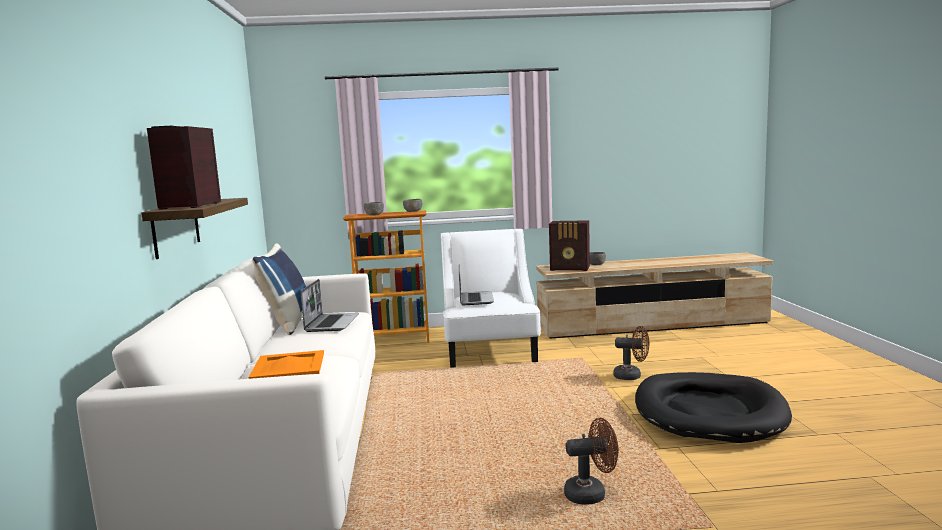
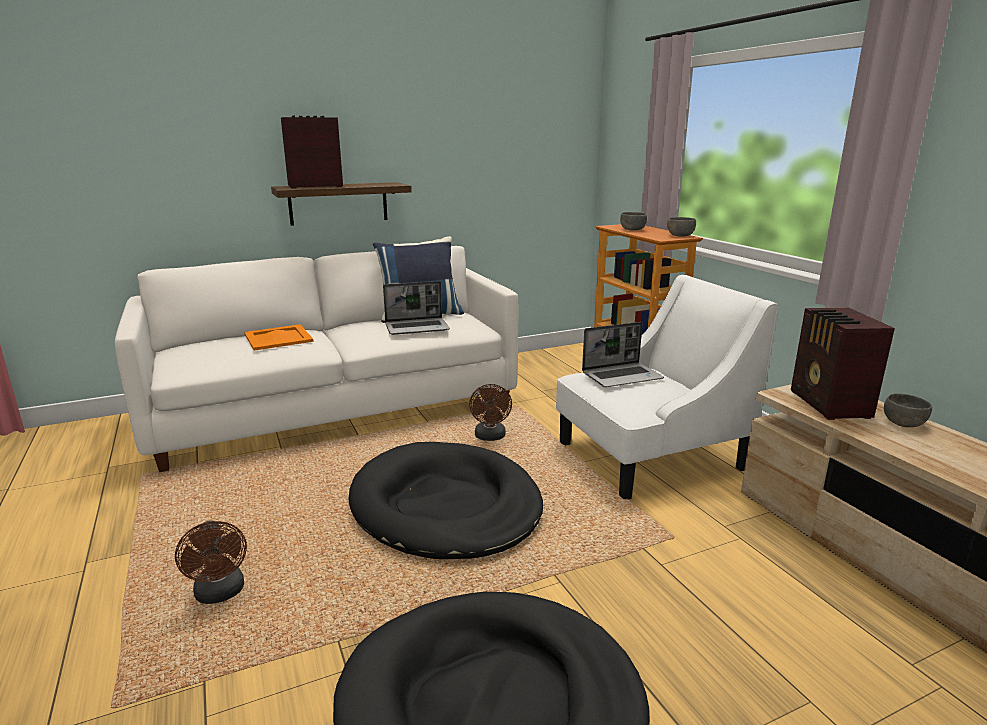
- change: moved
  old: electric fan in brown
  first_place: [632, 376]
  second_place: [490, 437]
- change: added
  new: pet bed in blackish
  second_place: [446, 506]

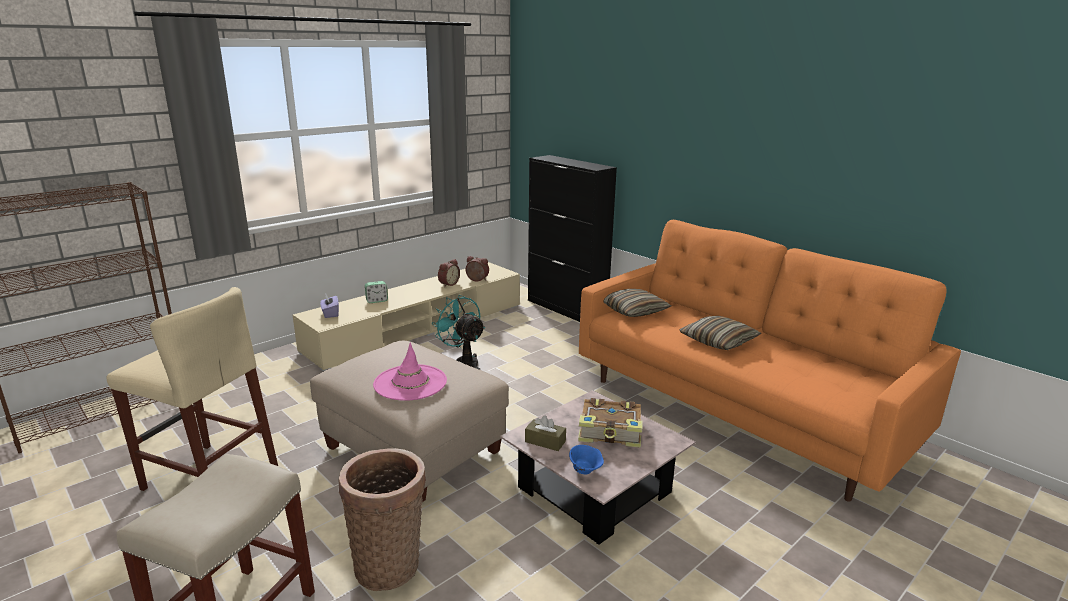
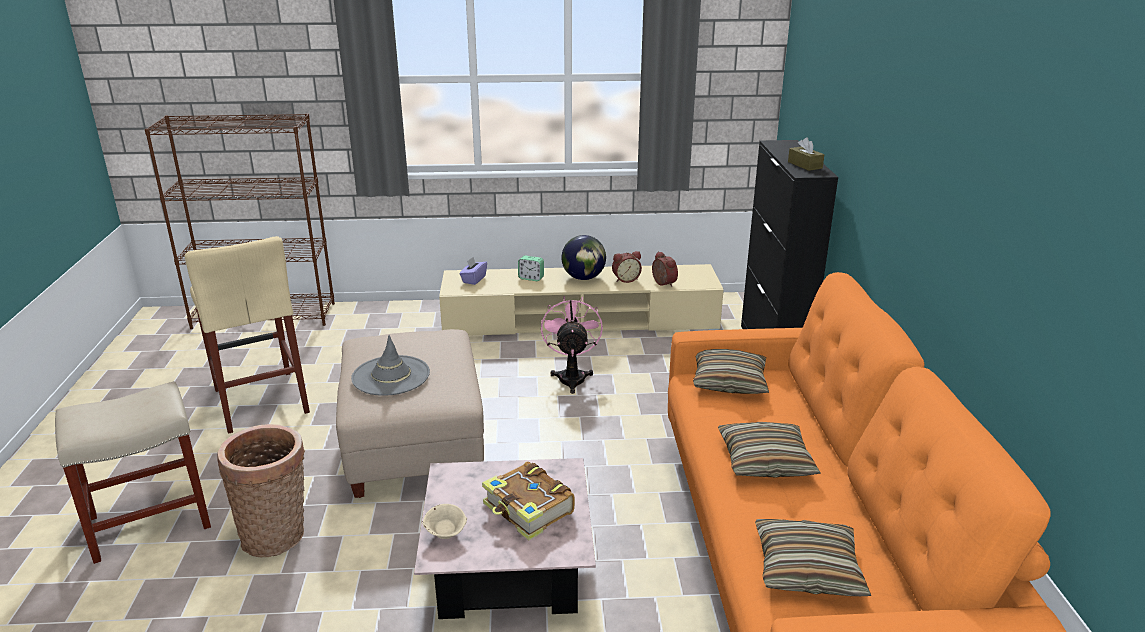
- change: recoloured
  old: clothing hat in pinkish
  new: clothing hat in gray
  first_place: [410, 383]
  second_place: [391, 376]
- change: recoloured
  old: electric fan in turquoise
  new: electric fan in pinkish
  first_place: [463, 362]
  second_place: [571, 376]
- change: moved
  old: tissue box in brown
  first_place: [545, 441]
  second_place: [805, 165]
- change: recoloured
  old: deep dish in bluish
  new: deep dish in sand-coloured
  first_place: [585, 470]
  second_place: [446, 534]
- change: added
  new: desk globe
  second_place: [583, 278]
- change: added
  new: cushion
  second_place: [807, 569]

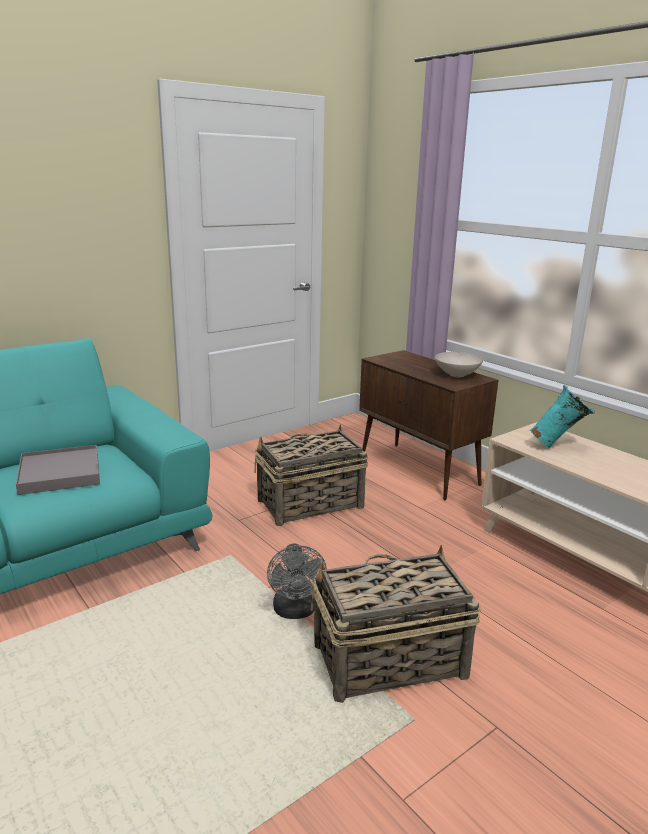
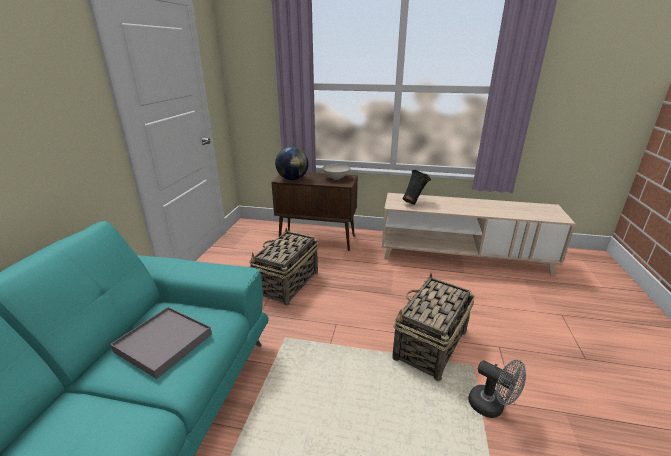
- change: moved
  old: electric fan in gray
  first_place: [295, 611]
  second_place: [491, 407]
- change: recoloured
  old: vase in turquoise
  new: vase in blackish
  first_place: [558, 446]
  second_place: [414, 202]
- change: added
  new: desk globe
  second_place: [293, 179]

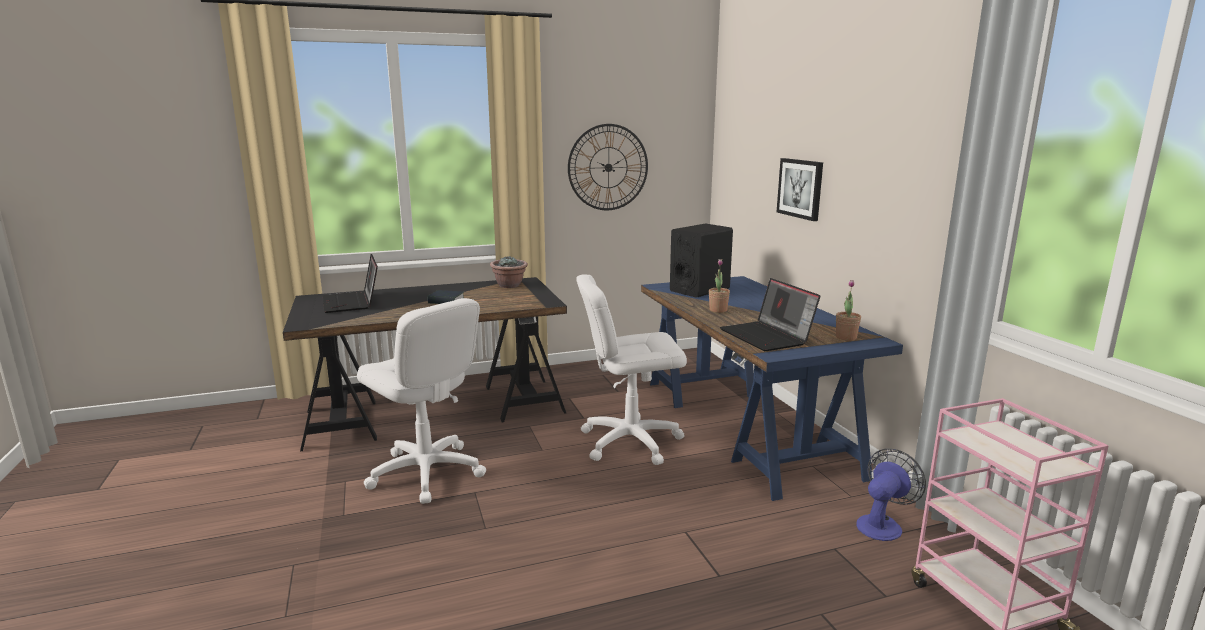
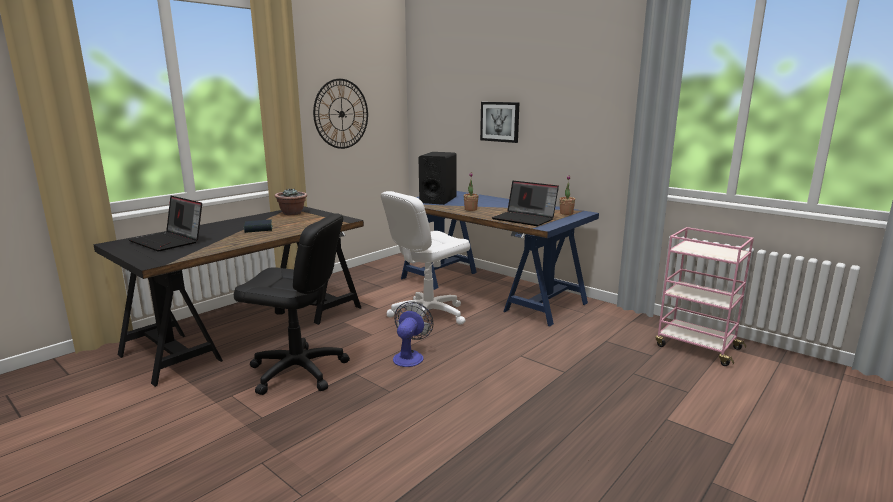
- change: recoloured
  old: desk chair in white-coloured
  new: desk chair in blackish
  first_place: [426, 473]
  second_place: [298, 371]
- change: moved
  old: electric fan
  first_place: [882, 524]
  second_place: [410, 356]

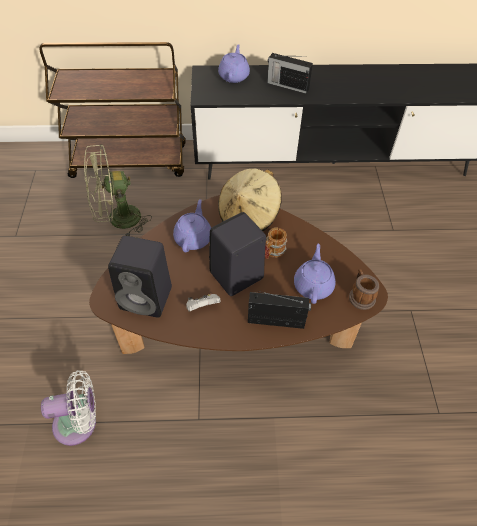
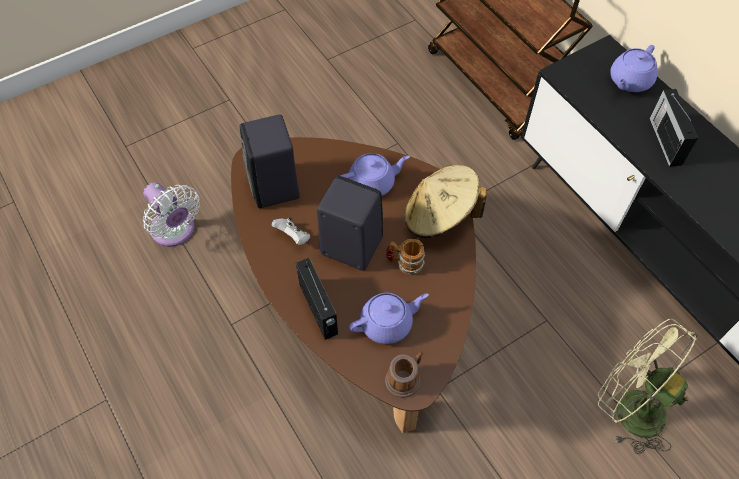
- change: moved
  old: electric fan in green-coloured
  first_place: [117, 220]
  second_place: [628, 408]
- change: turned
  old: pot for tea in purplish
  first_place: [234, 76]
  second_place: [629, 81]
  degrees: 150

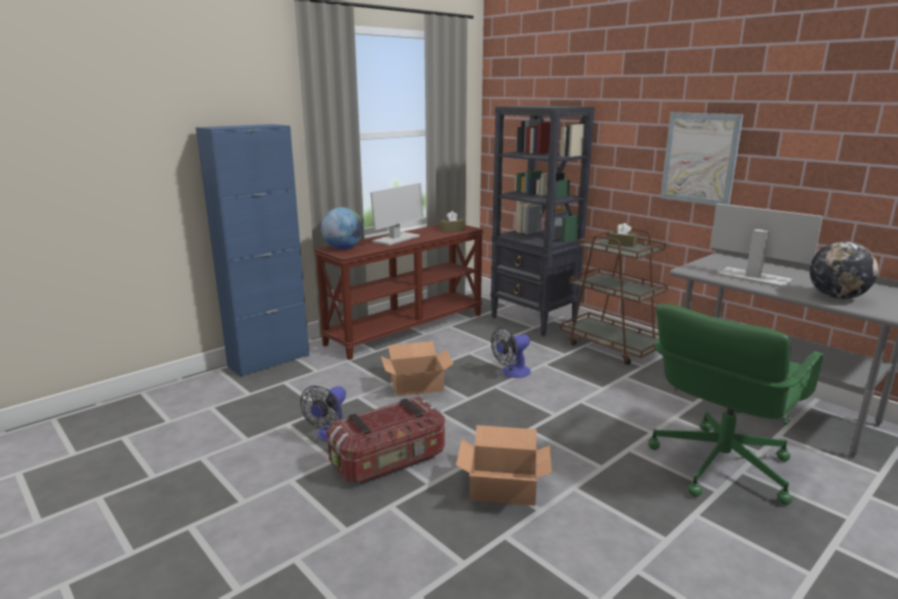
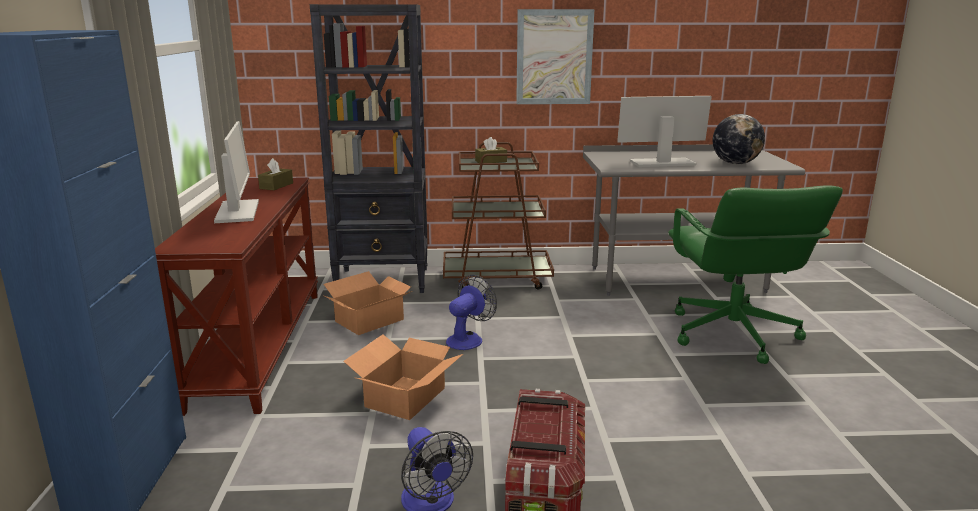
- change: removed
  old: desk globe
  first_place: [343, 248]
- change: moved
  old: carton
  first_place: [504, 488]
  second_place: [370, 320]
- change: turned
  old: electric fan
  first_place: [511, 373]
  second_place: [468, 339]
  degrees: -150

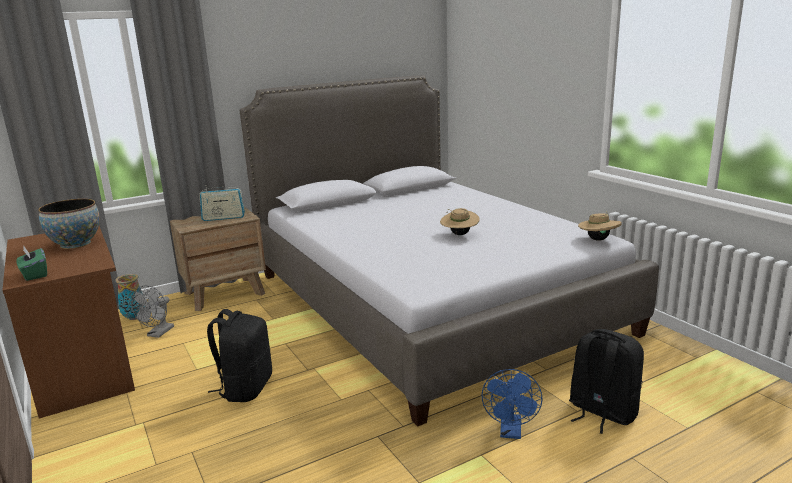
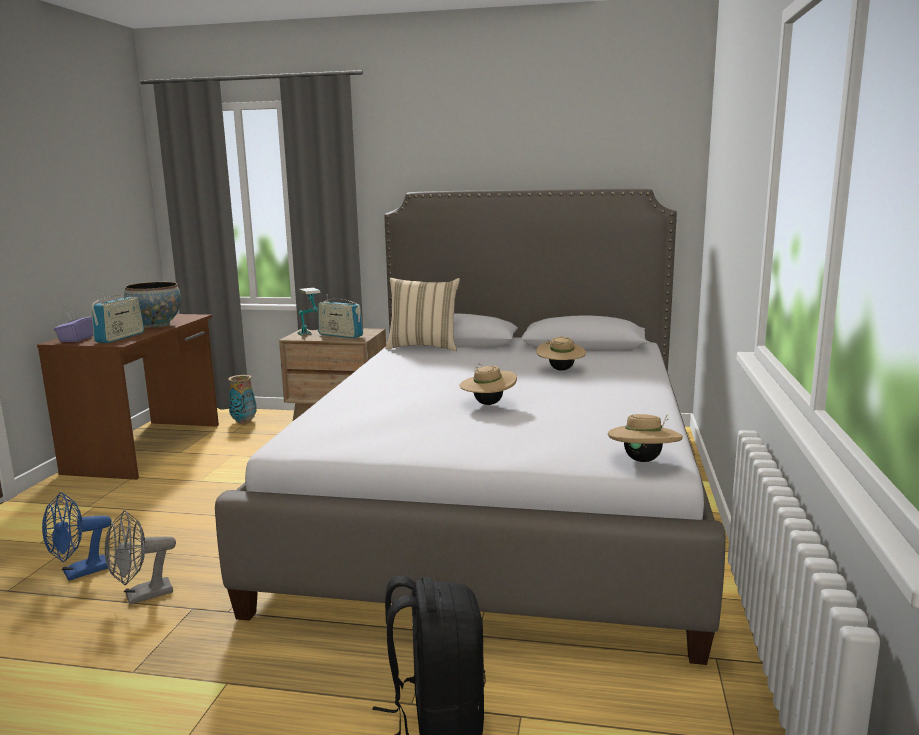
- change: recoloured
  old: tissue box in green-coloured
  new: tissue box in purplish
  first_place: [34, 274]
  second_place: [77, 339]
- change: moved
  old: electric fan in gray
  first_place: [158, 333]
  second_place: [141, 596]
- change: removed
  old: rucksack in blackish
  first_place: [245, 388]
- change: moved
  old: electric fan in bluish
  first_place: [511, 432]
  second_place: [79, 573]
- change: added
  new: radio
  second_place: [120, 337]
- change: added
  new: tabletop lamp
  second_place: [310, 337]
- change: added
  new: cushion in sand-coloured
  second_place: [423, 347]
- change: added
  new: clothing hat in sand-coloured
  second_place: [560, 370]

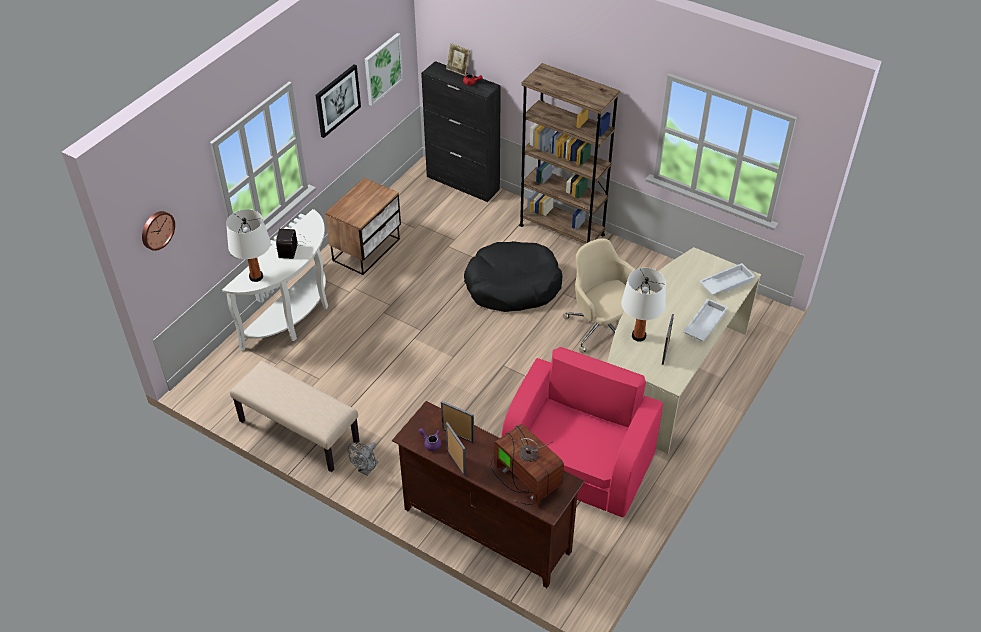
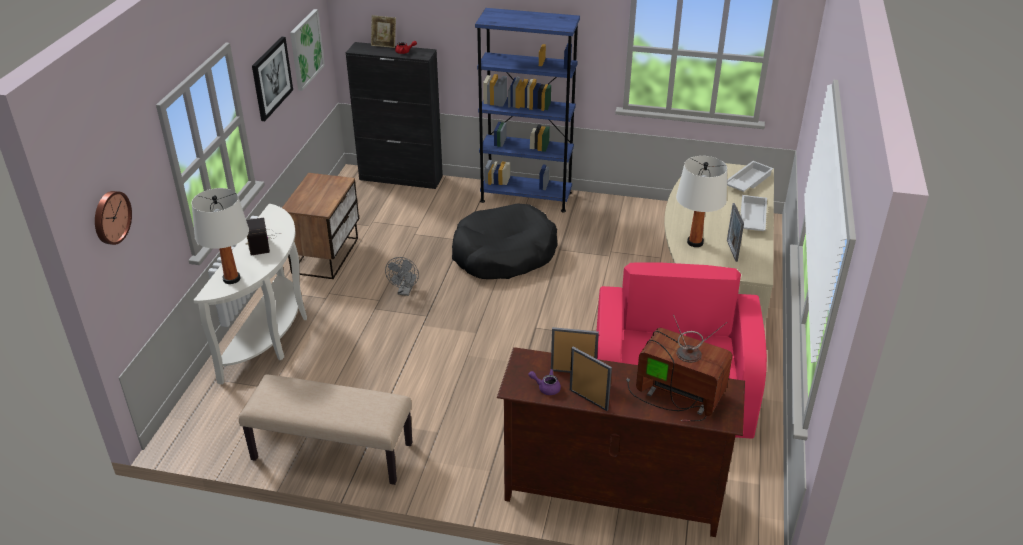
- change: moved
  old: electric fan in gray
  first_place: [366, 469]
  second_place: [405, 291]
- change: recoloured
  old: bookshelf in brown
  new: bookshelf in bluish
  first_place: [561, 230]
  second_place: [526, 197]
- change: removed
  old: desk chair in sand-coloured
  first_place: [602, 328]

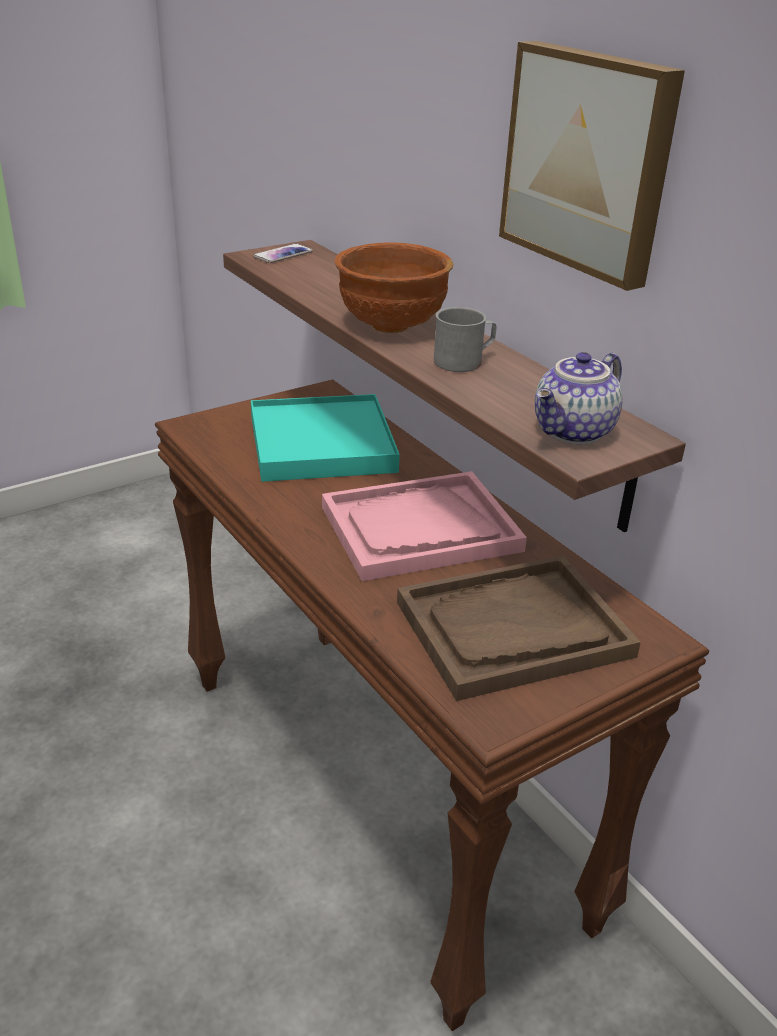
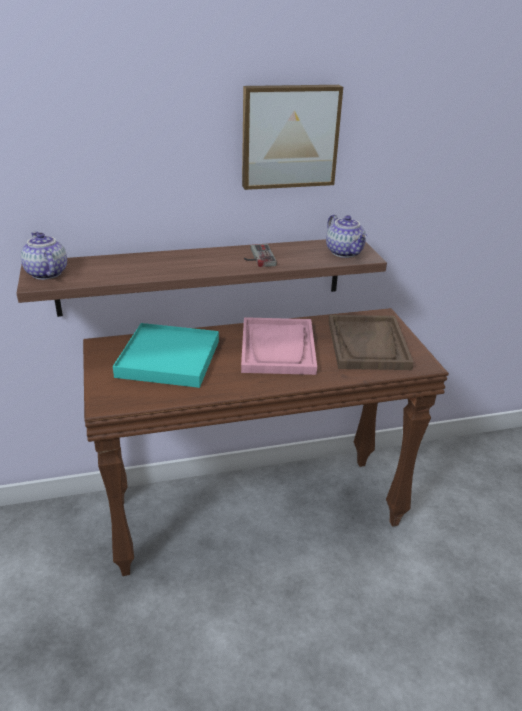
- change: replaced
  old: phone
  new: pot for tea
  first_place: [283, 254]
  second_place: [45, 273]
- change: removed
  old: deep dish in brown
  first_place: [390, 326]
- change: replaced
  old: coffee mug in gray
  new: joypad
  first_place: [464, 361]
  second_place: [257, 257]

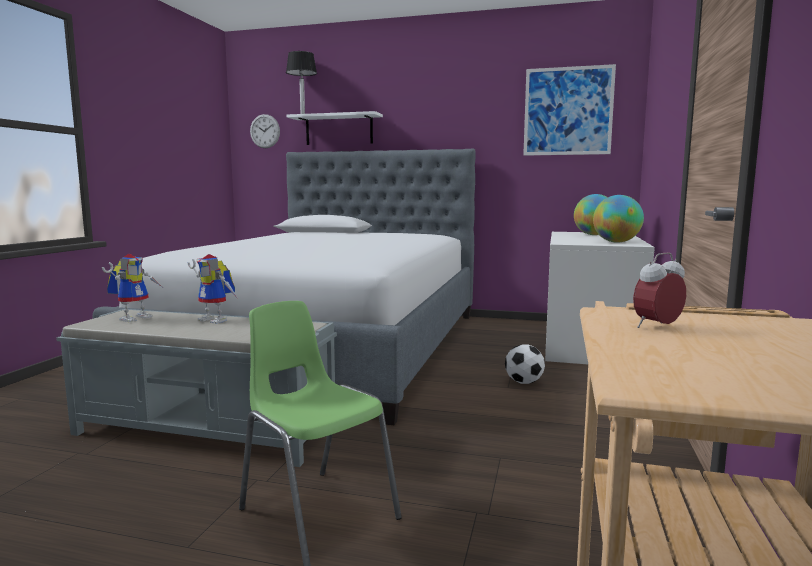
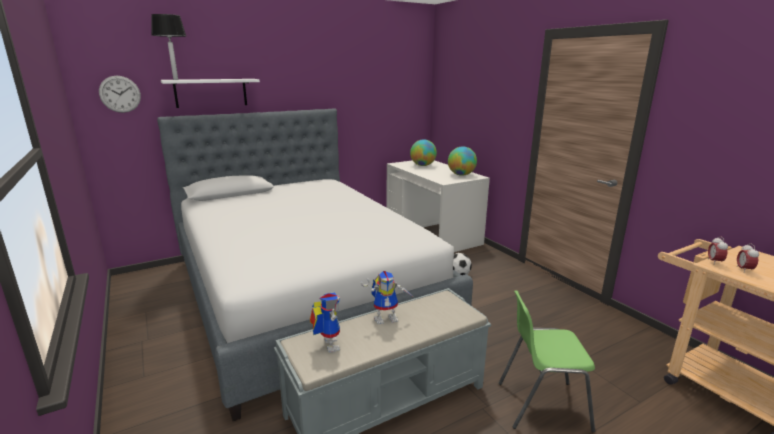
- change: removed
  old: wall art
  first_place: [568, 111]
- change: added
  new: table clock
  second_place: [714, 262]

